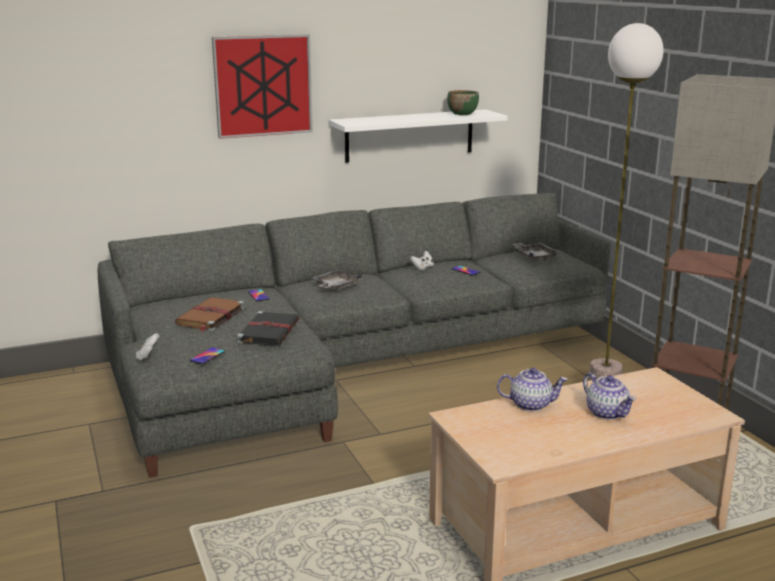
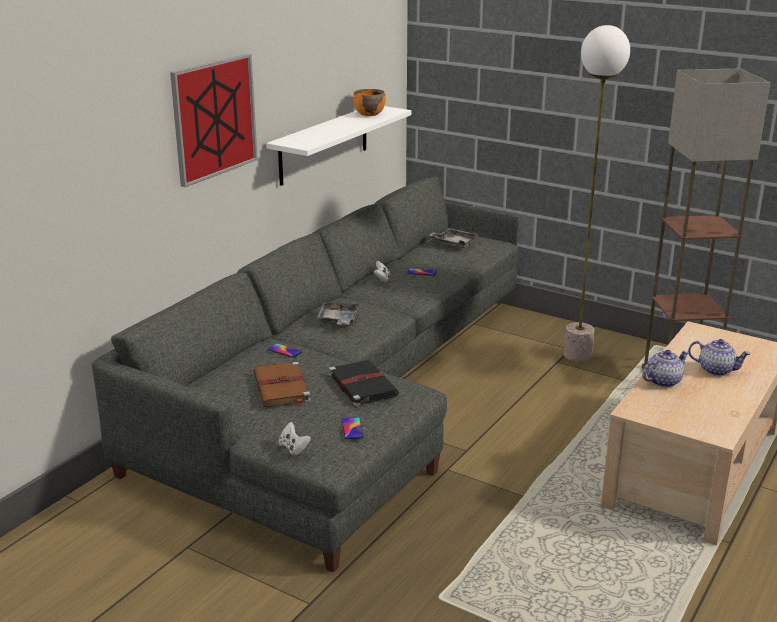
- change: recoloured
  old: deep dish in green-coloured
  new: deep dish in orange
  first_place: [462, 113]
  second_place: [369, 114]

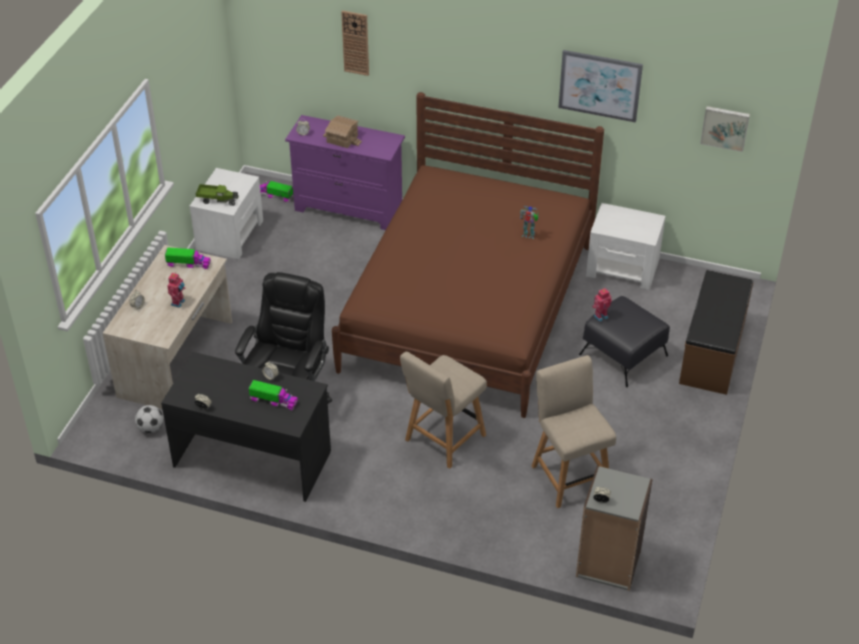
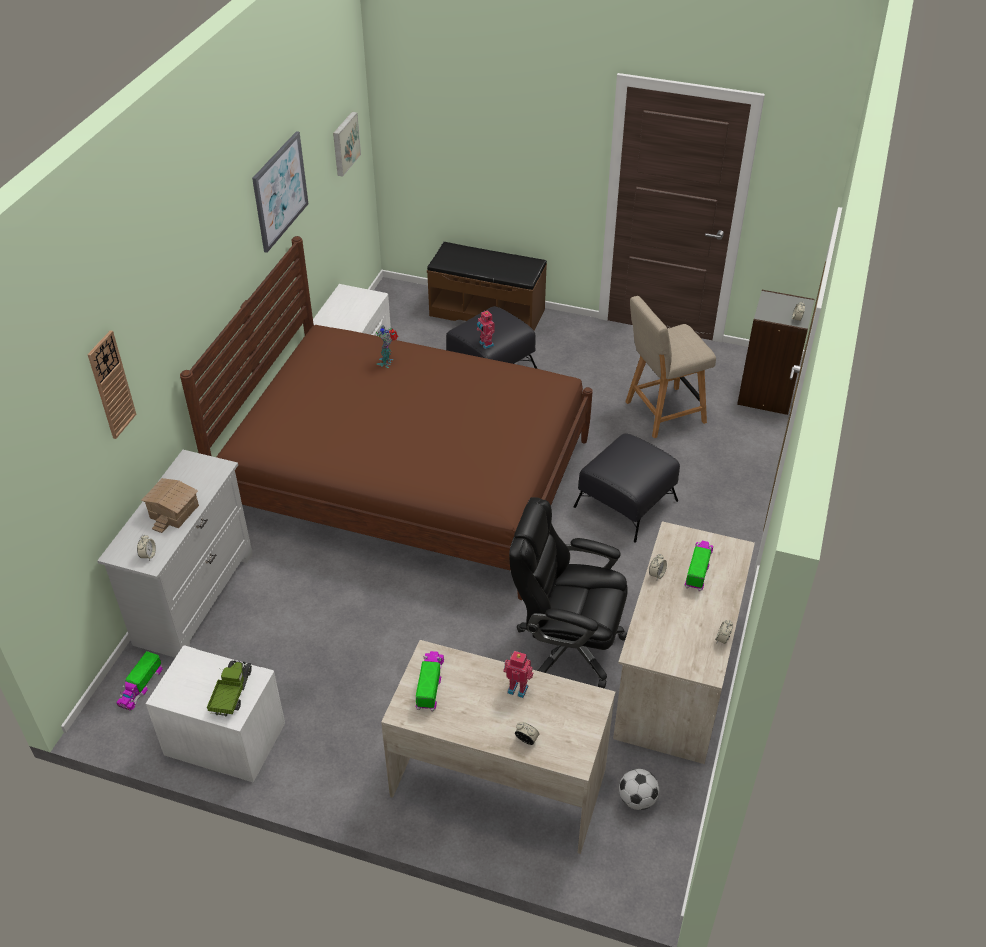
- change: recoloured
  old: desk table in blackish
  new: desk table in sand-coloured
  first_place: [253, 458]
  second_place: [675, 676]
- change: recoloured
  old: drawer chest in purplish
  new: drawer chest in white-coloured
  first_place: [349, 209]
  second_place: [195, 597]
- change: replaced
  old: chair in sand-coloured
  new: pouffe in blackish
  first_place: [443, 440]
  second_place: [625, 503]

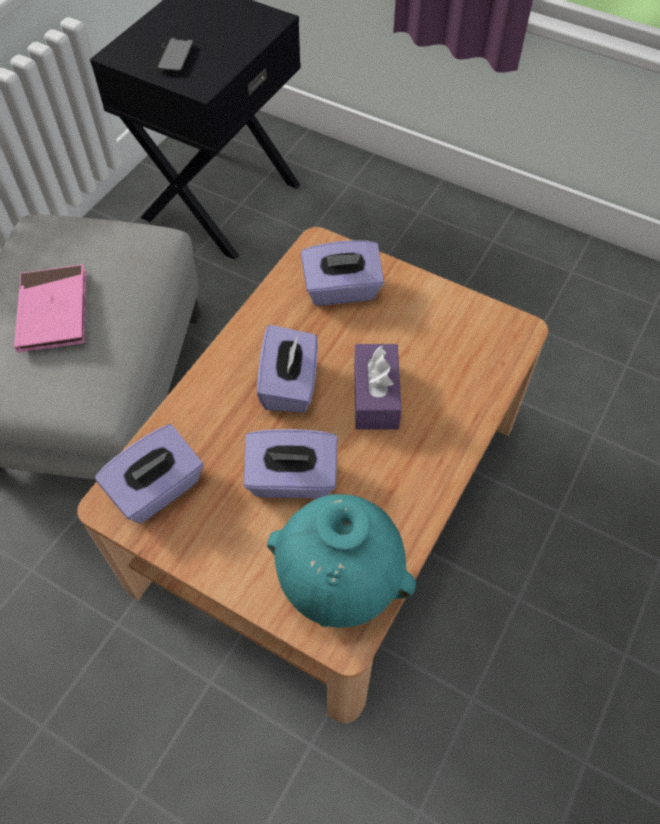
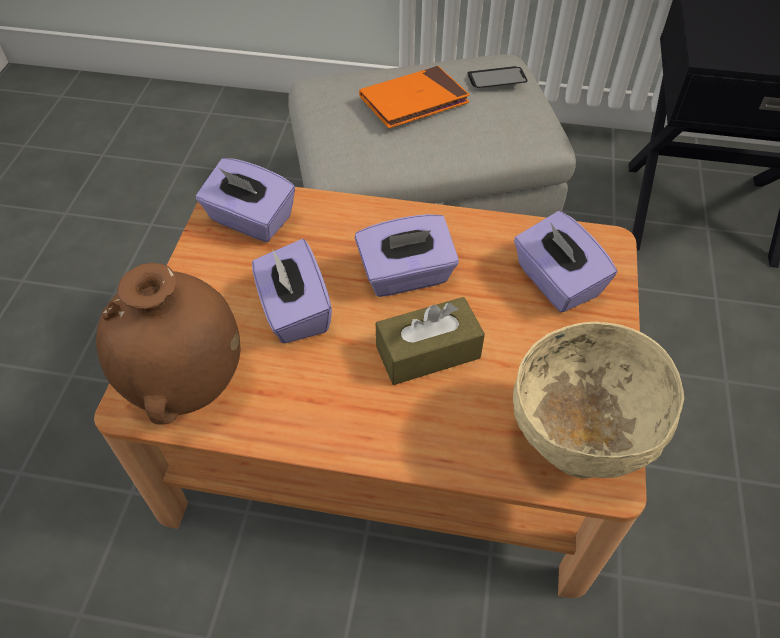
- change: recoloured
  old: bound book in pinkish
  new: bound book in orange
  first_place: [53, 311]
  second_place: [414, 101]
- change: moved
  old: phone
  first_place: [172, 58]
  second_place: [496, 79]
- change: recoloured
  old: vase in turquoise
  new: vase in brown
  first_place: [340, 586]
  second_place: [187, 385]
- change: recoloured
  old: tissue box in purplish
  new: tissue box in brown
  first_place: [376, 396]
  second_place: [428, 352]
- change: added
  new: deep dish in sand-coloured
  second_place: [576, 443]

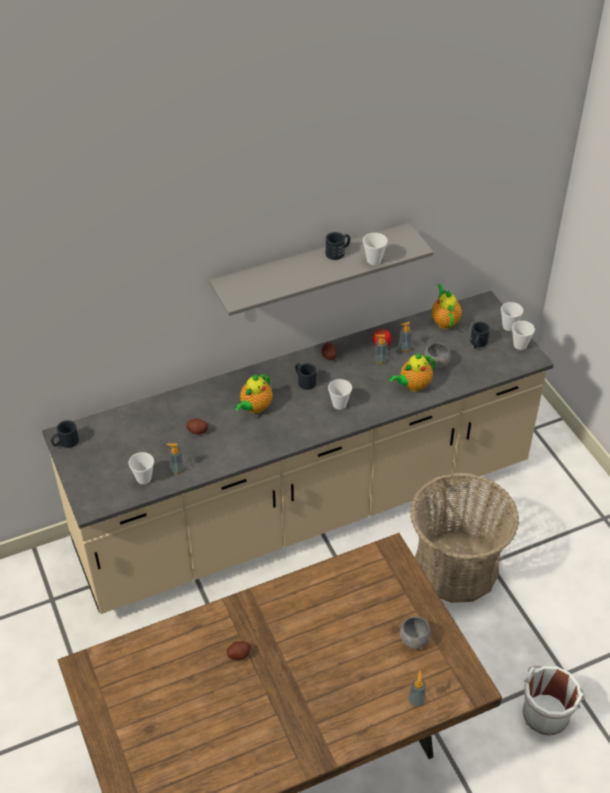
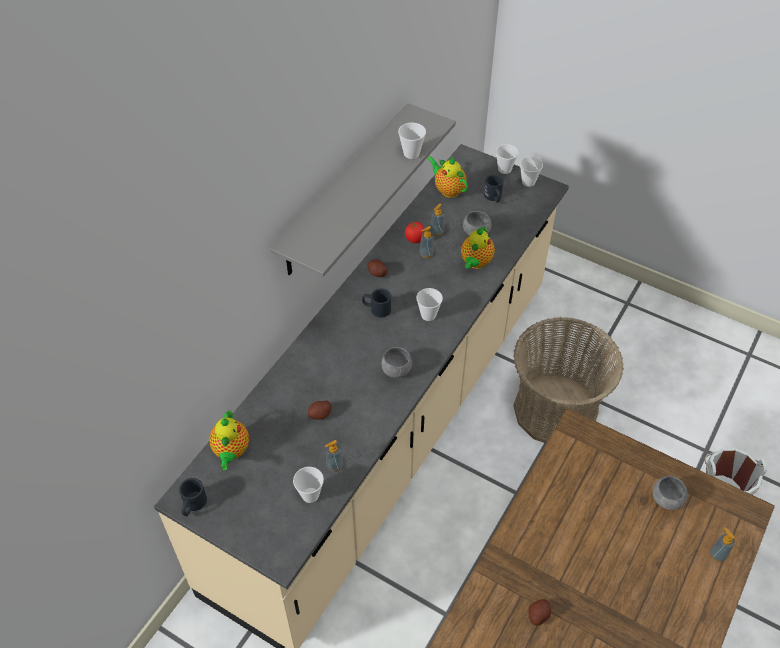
- change: moved
  old: pot for tea
  first_place: [255, 408]
  second_place: [231, 451]
- change: removed
  old: coffee mug in blackish
  first_place: [338, 252]
- change: added
  new: deep dish in gray
  second_place: [396, 370]

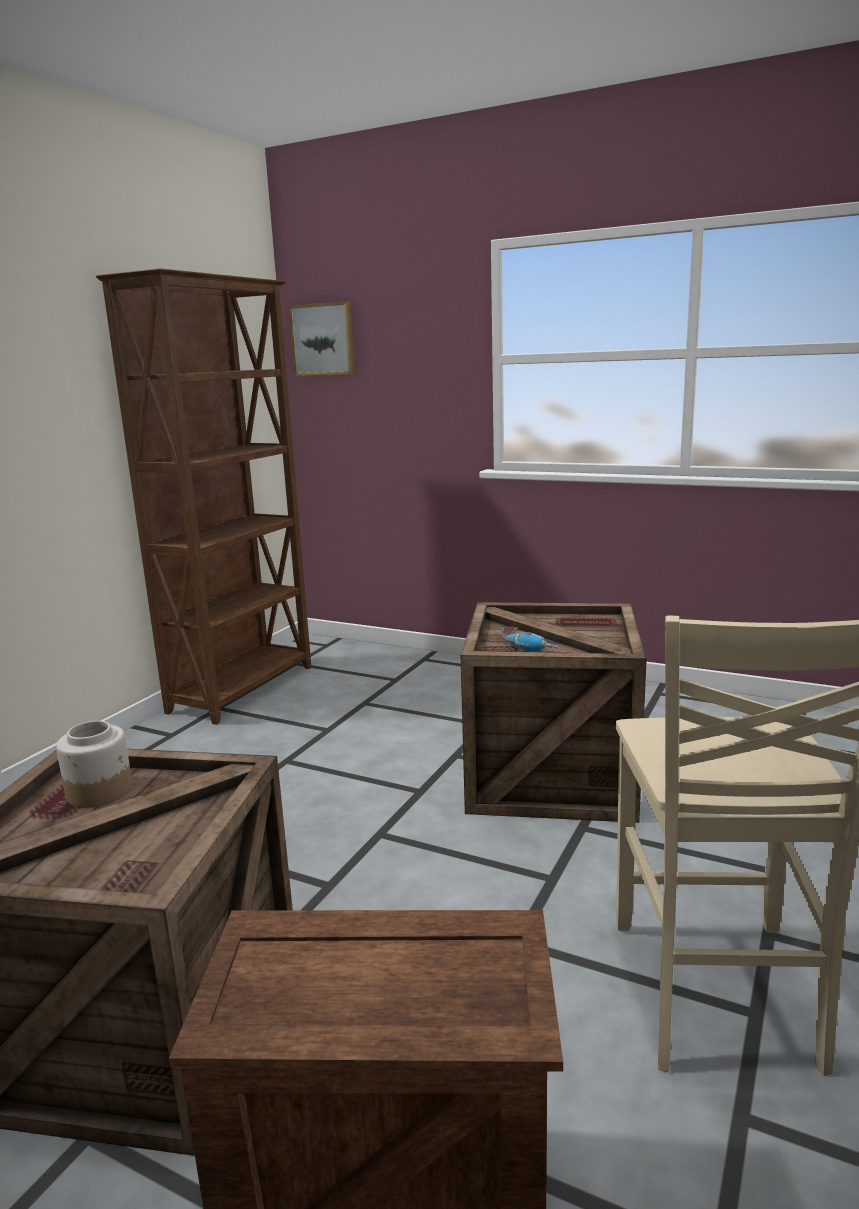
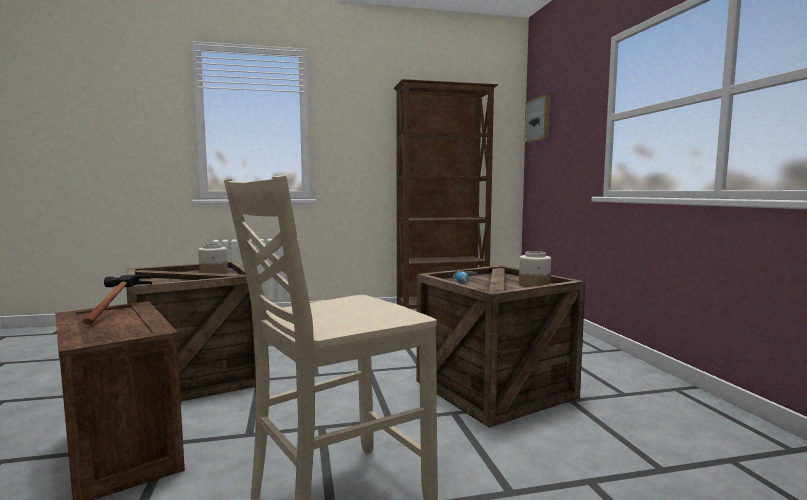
- change: added
  new: hammer
  second_place: [116, 310]
- change: added
  new: jar
  second_place: [534, 285]

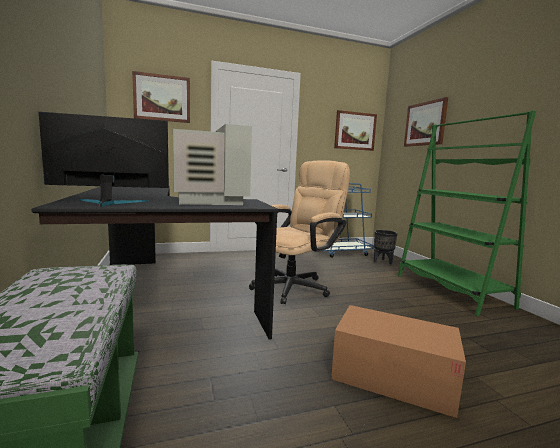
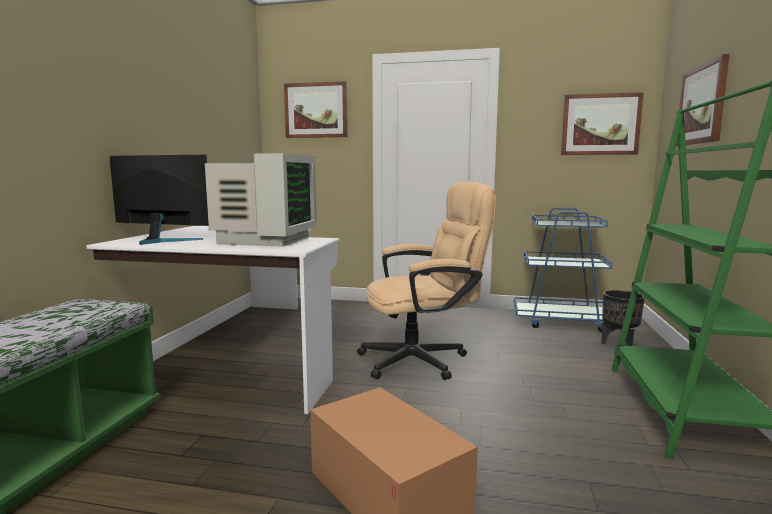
- change: recoloured
  old: desk table in blackish
  new: desk table in white-coloured
  first_place: [150, 301]
  second_place: [242, 350]

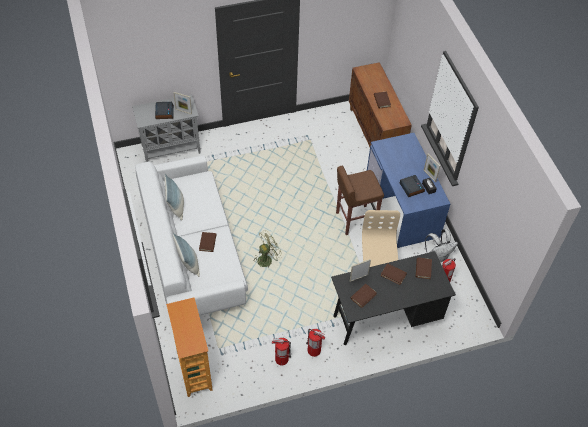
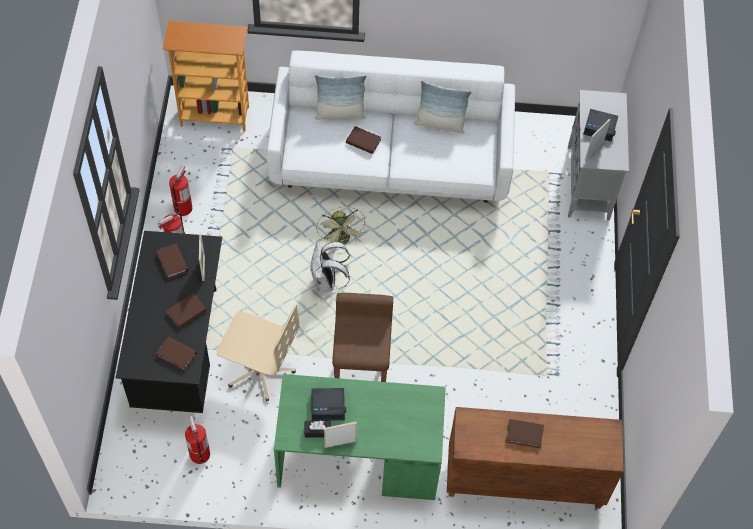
- change: recoloured
  old: desk table in bluish
  new: desk table in green-coloured
  first_place: [402, 207]
  second_place: [357, 458]
- change: moved
  old: rucksack in white-coloured
  first_place: [437, 257]
  second_place: [327, 281]

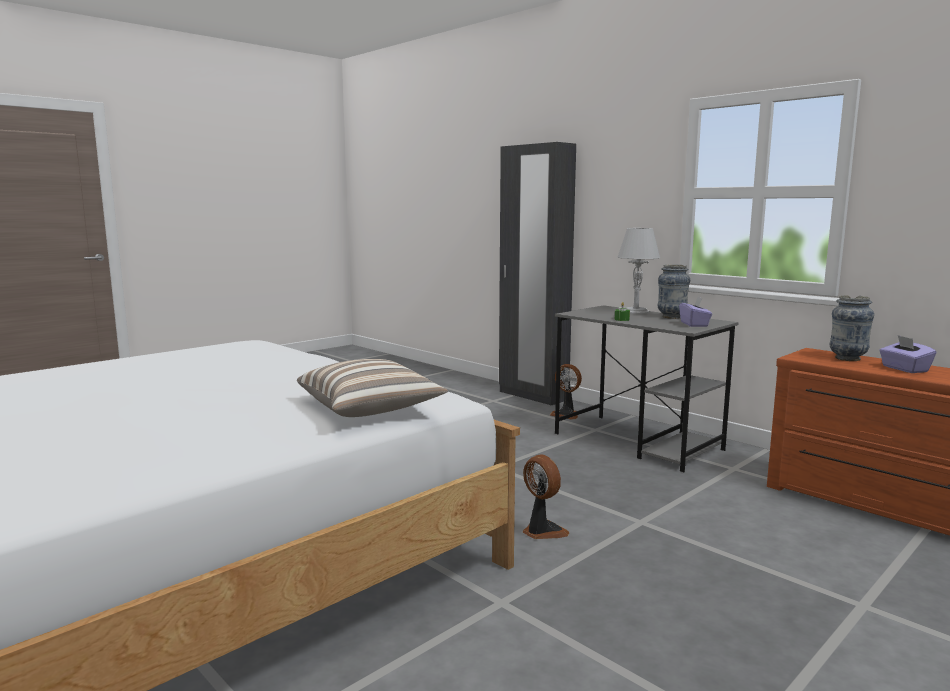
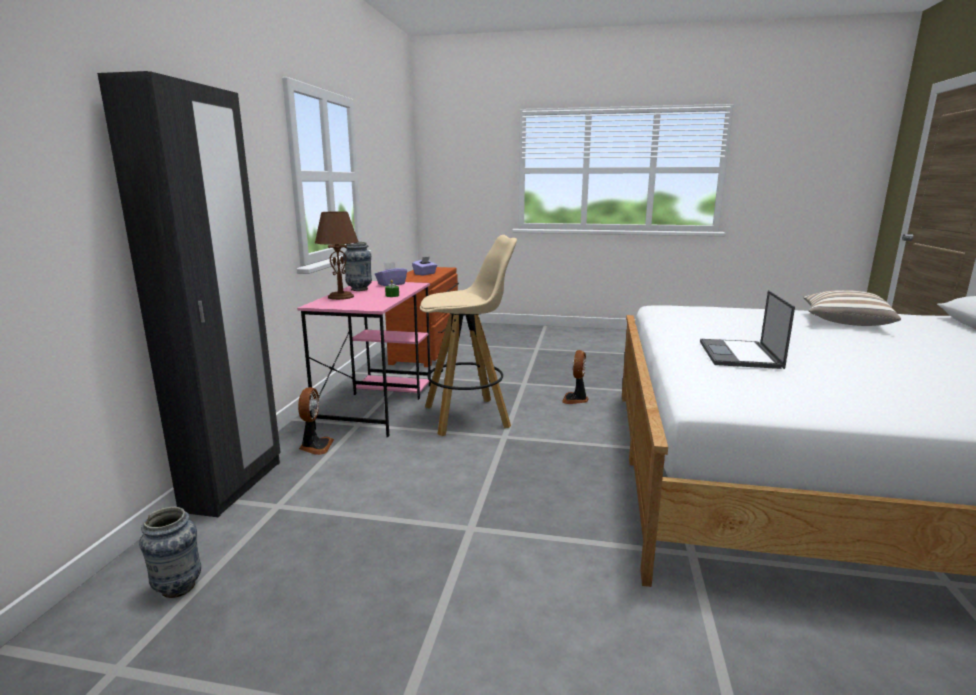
- change: moved
  old: cushion
  first_place: [371, 409]
  second_place: [844, 322]
- change: recoloured
  old: desk table in gray
  new: desk table in pinkish
  first_place: [638, 442]
  second_place: [378, 405]
- change: recoloured
  old: tabletop lamp in gray
  new: tabletop lamp in brown
  first_place: [636, 312]
  second_place: [341, 297]
- change: moved
  old: vase
  first_place: [847, 358]
  second_place: [178, 588]
- change: added
  new: stool seat in sand-coloured
  second_place: [468, 416]
- change: added
  new: notebook computer
  second_place: [740, 355]

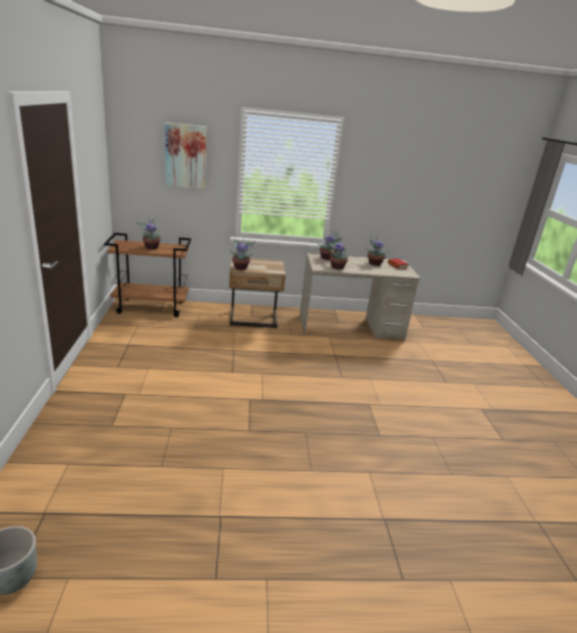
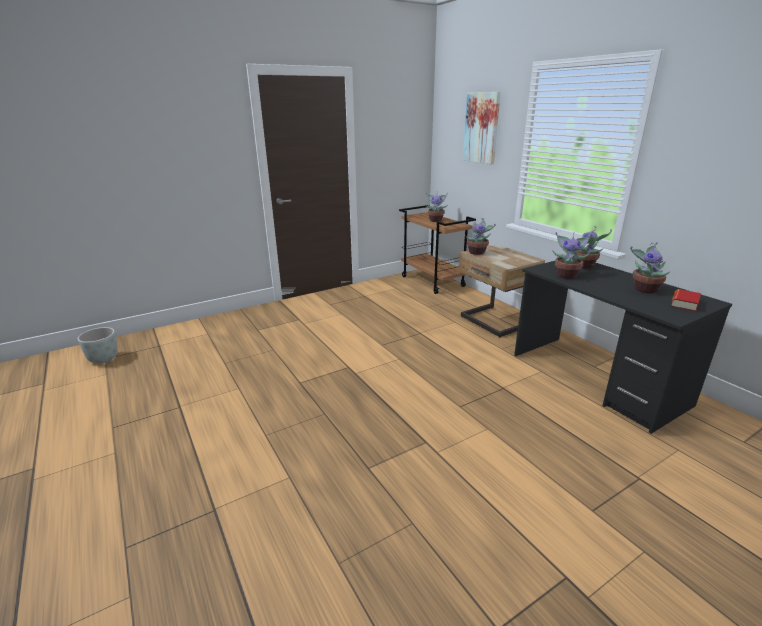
- change: recoloured
  old: desk table in sand-coloured
  new: desk table in blackish
  first_place: [350, 327]
  second_place: [596, 379]

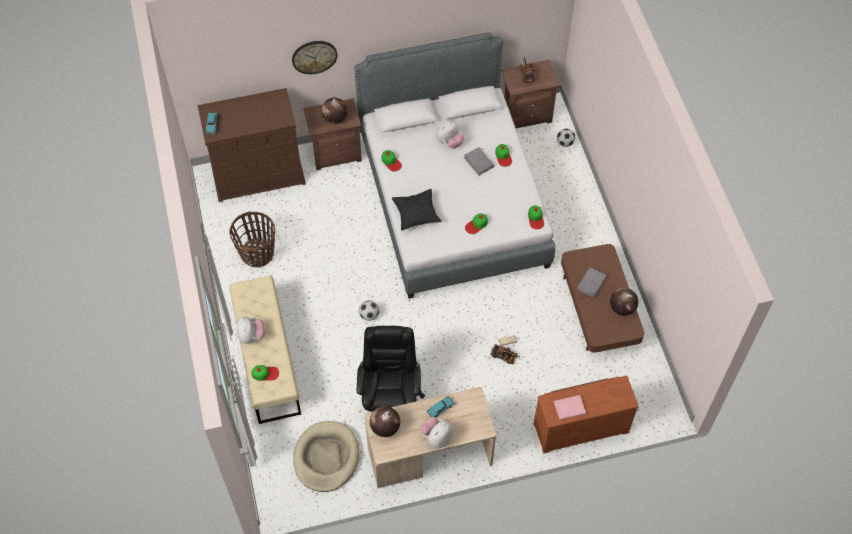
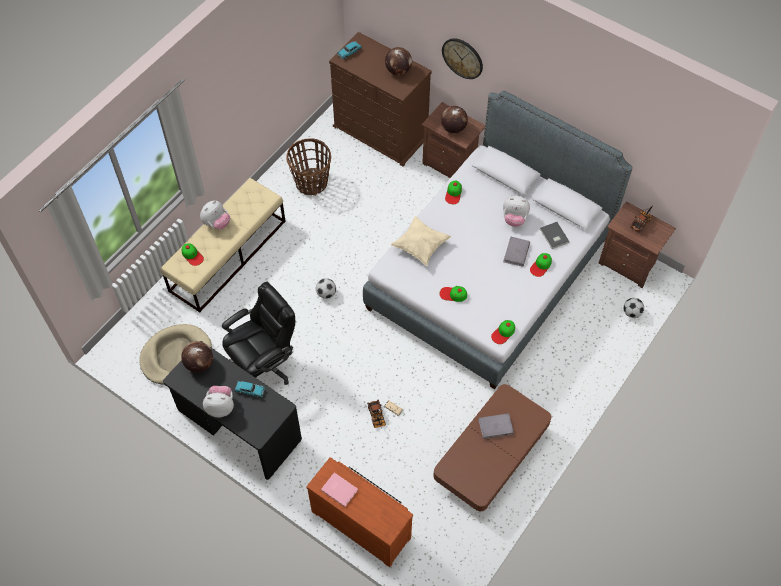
- change: recoloured
  old: desk table in sand-coloured
  new: desk table in blackish
  first_place: [429, 455]
  second_place: [238, 426]
- change: recoloured
  old: cushion in blackish
  new: cushion in sand-coloured
  first_place: [416, 215]
  second_place: [420, 246]
- change: moved
  old: desk globe
  first_place: [622, 308]
  second_place: [398, 70]
- change: added
  new: bound book in gray
  second_place: [553, 236]

